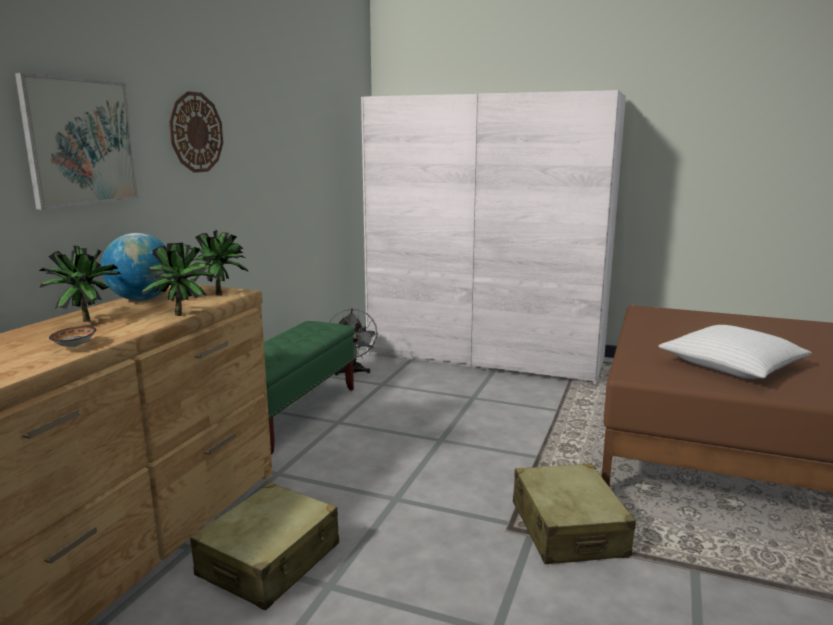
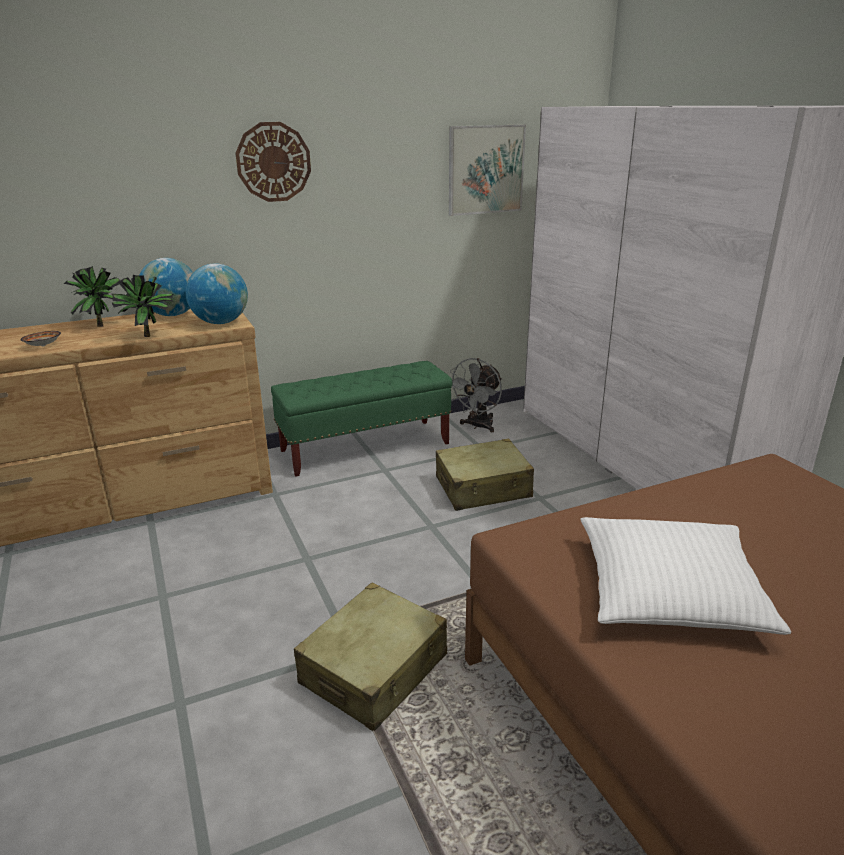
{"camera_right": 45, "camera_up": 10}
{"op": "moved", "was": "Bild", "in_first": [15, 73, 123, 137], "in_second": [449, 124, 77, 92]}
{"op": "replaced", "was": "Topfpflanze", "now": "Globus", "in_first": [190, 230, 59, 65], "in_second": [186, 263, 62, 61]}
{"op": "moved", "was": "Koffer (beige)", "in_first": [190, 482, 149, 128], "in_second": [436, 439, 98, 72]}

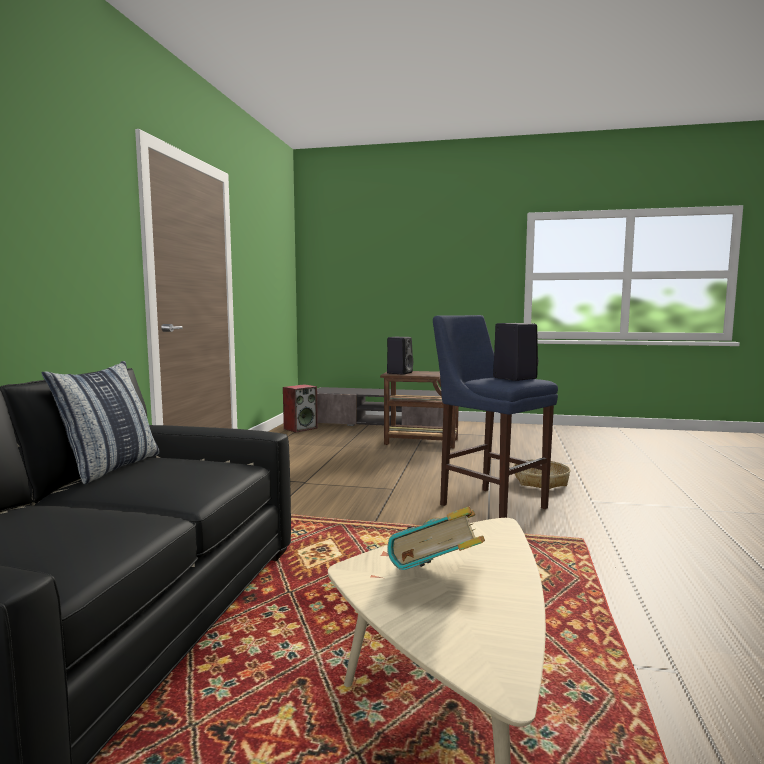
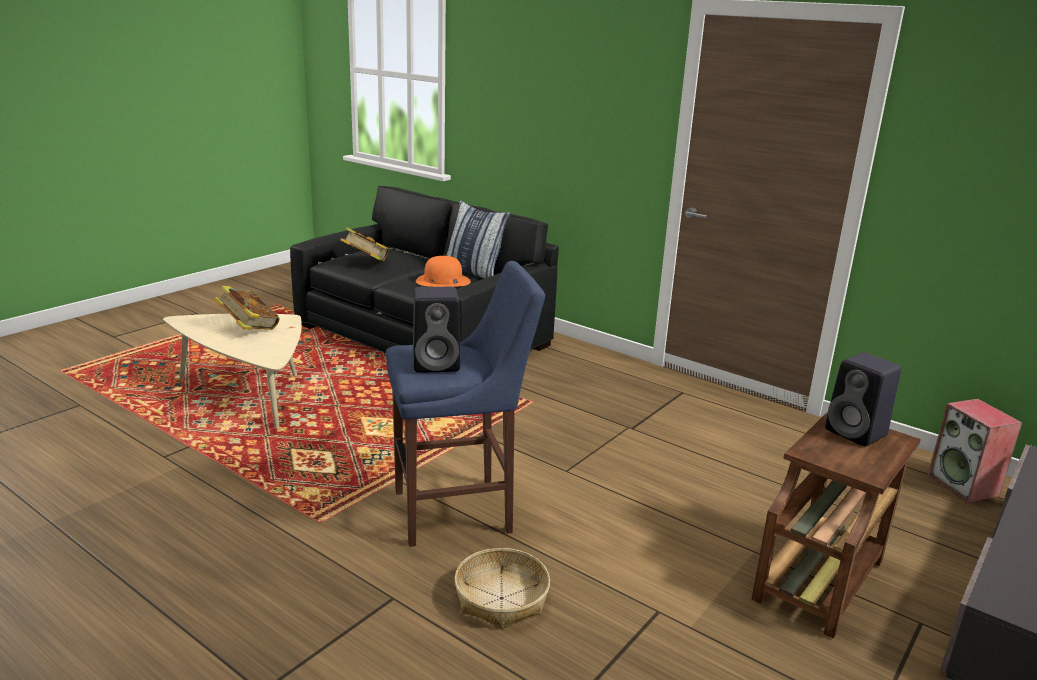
{"camera_right": 115, "camera_up": 15}
{"op": "added", "now": "Buch", "in_second": [340, 227, 49, 34]}
{"op": "added", "now": "Hut (orange)", "in_second": [416, 256, 55, 31]}

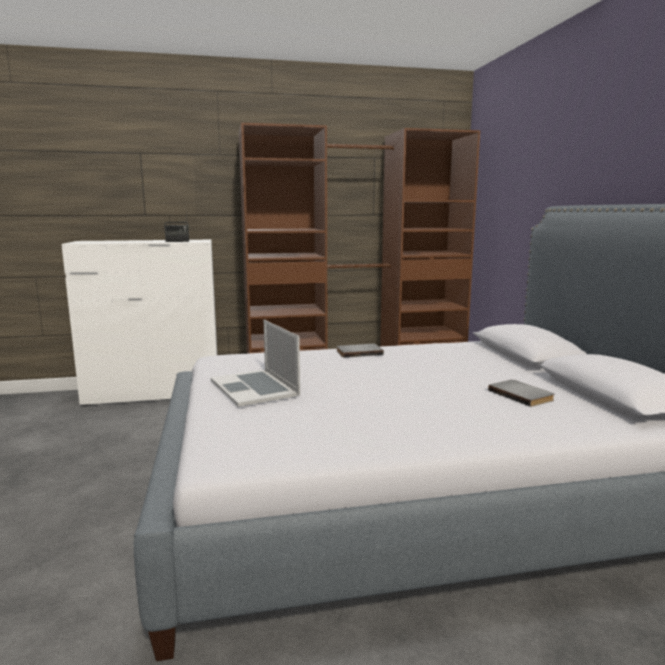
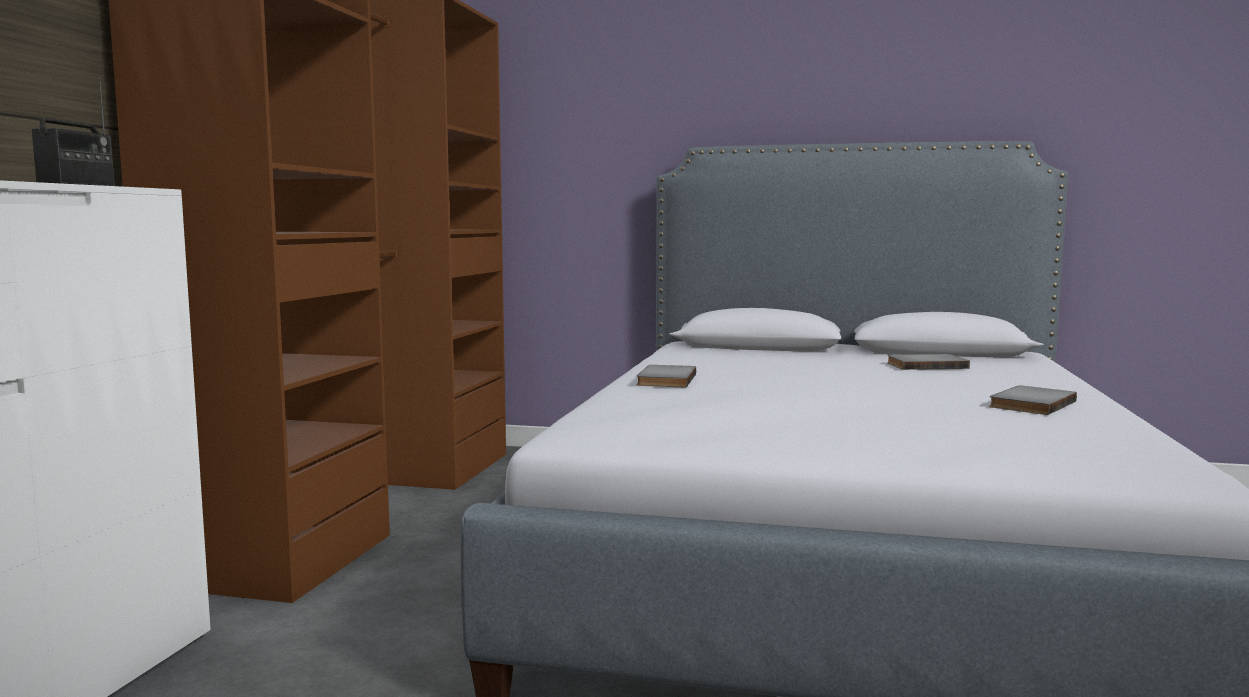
{"camera_right": -65, "camera_up": -5}
{"op": "removed", "was": "Laptop", "in_first": [211, 320, 89, 87]}
{"op": "added", "now": "Buch (grau)", "in_second": [989, 385, 88, 30]}

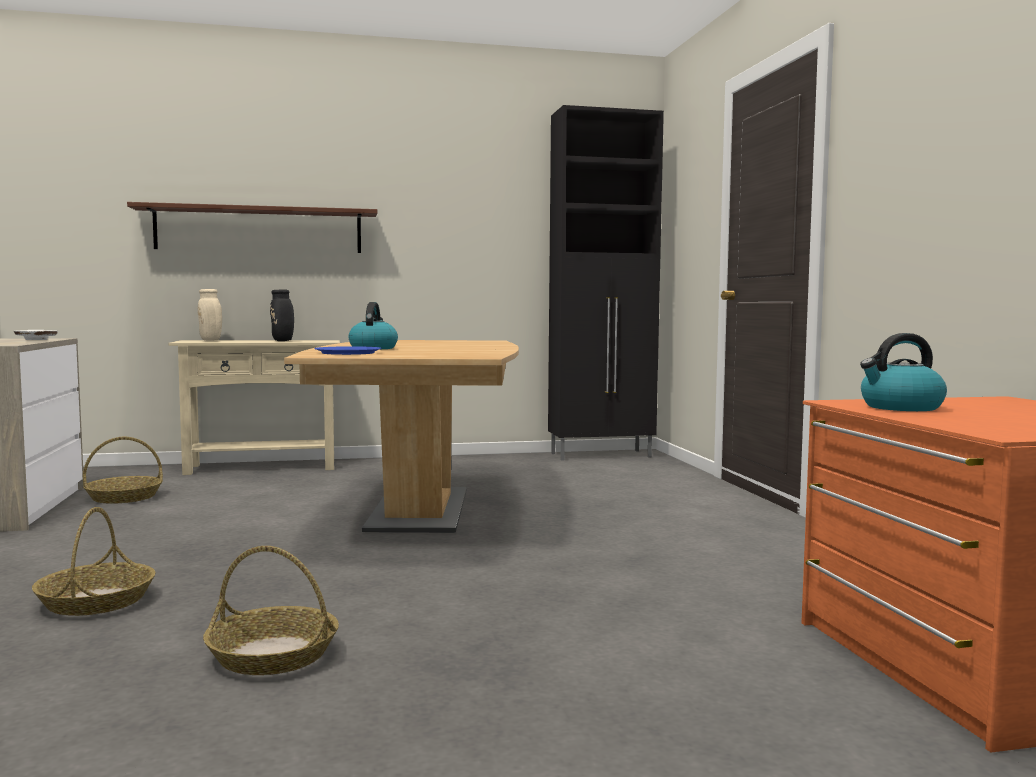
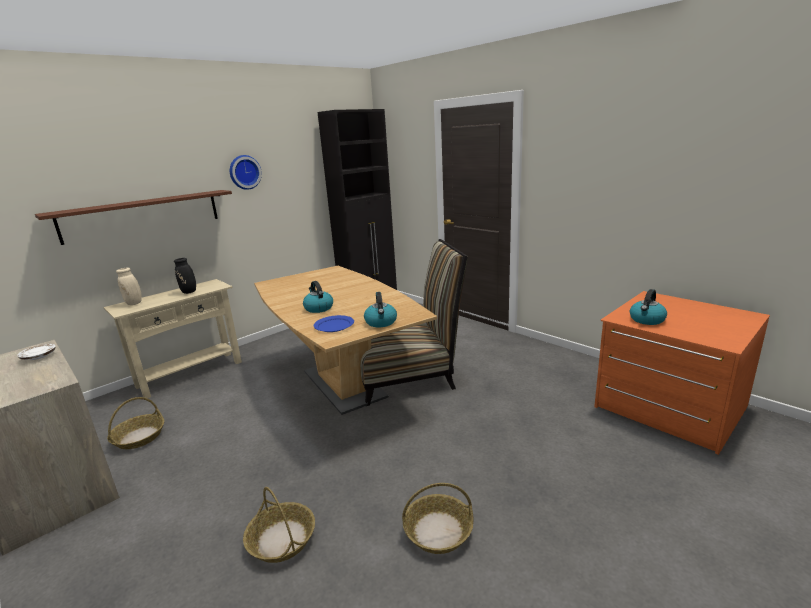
{"camera_right": -30, "camera_up": 15}
{"op": "added", "now": "Wanduhr", "in_second": [230, 155, 32, 35]}
{"op": "added", "now": "Stuhl", "in_second": [360, 239, 108, 167]}
{"op": "added", "now": "Wasserkessel", "in_second": [364, 292, 33, 35]}

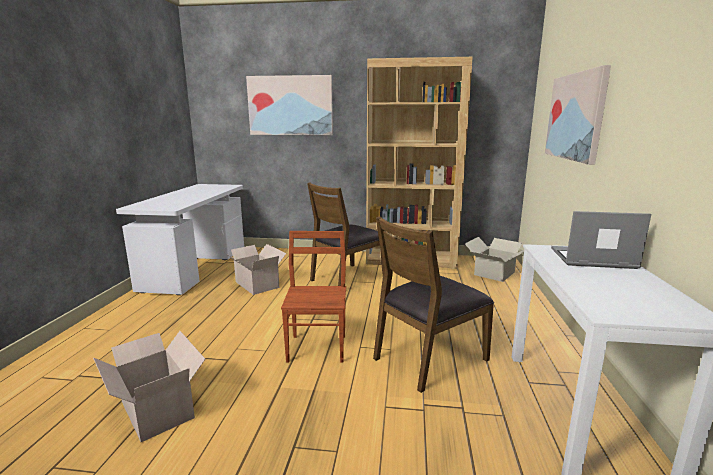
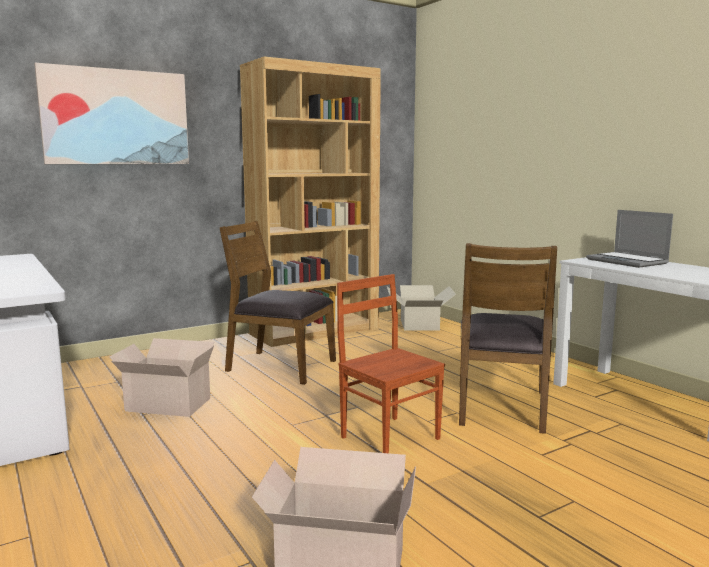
{"camera_right": -40, "camera_up": -5}
{"op": "turned", "was": "Stuhl (braun)", "in_first": [307, 182, 76, 104], "in_second": [220, 221, 116, 164], "clockwise": 105}
{"op": "removed", "was": "Bild", "in_first": [545, 65, 66, 100]}
{"op": "turned", "was": "Laptop", "in_first": [551, 211, 100, 58], "in_second": [586, 210, 87, 58], "clockwise": -90}

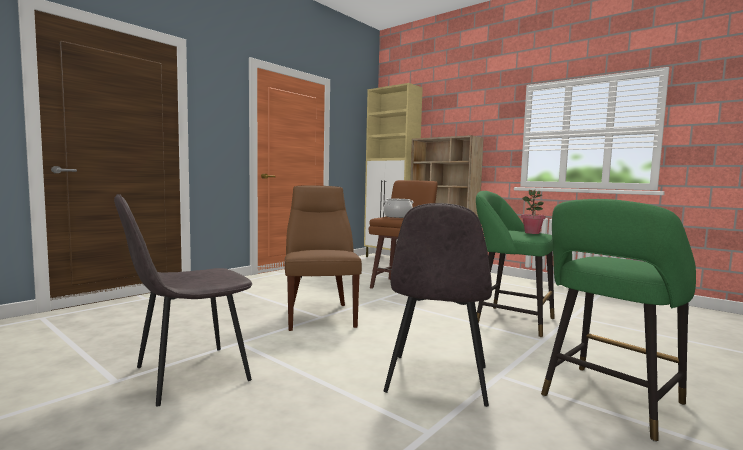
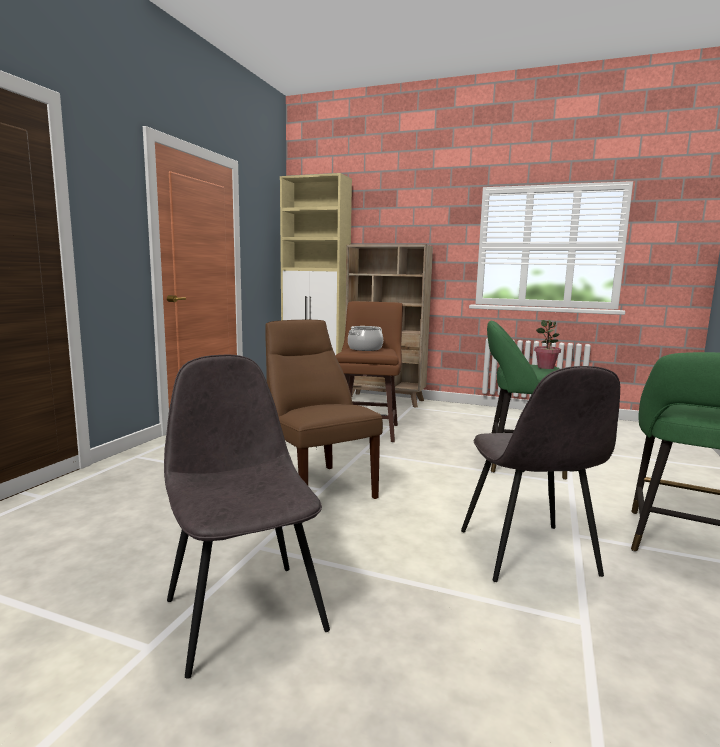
{"camera_right": -20, "camera_up": 5}
{"op": "turned", "was": "Stuhl (grau)", "in_first": [114, 194, 138, 212], "in_second": [164, 355, 166, 324], "clockwise": 120}

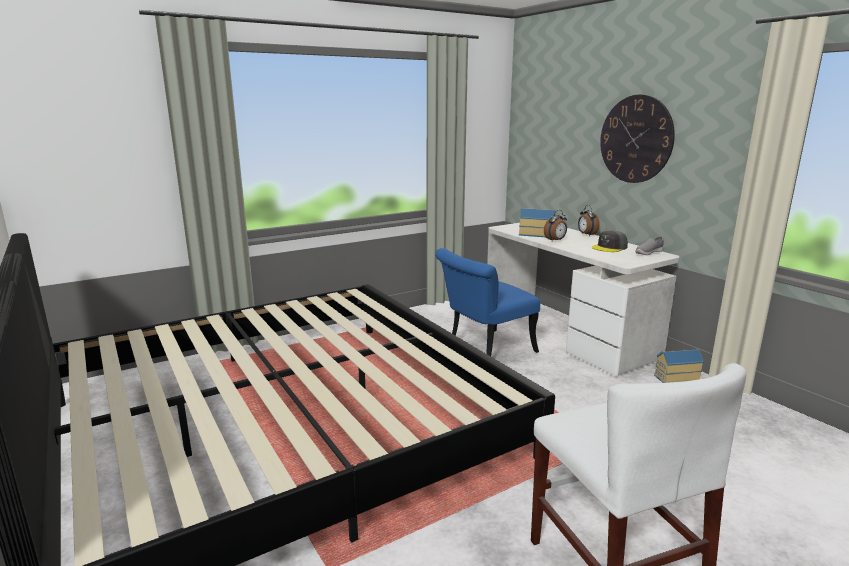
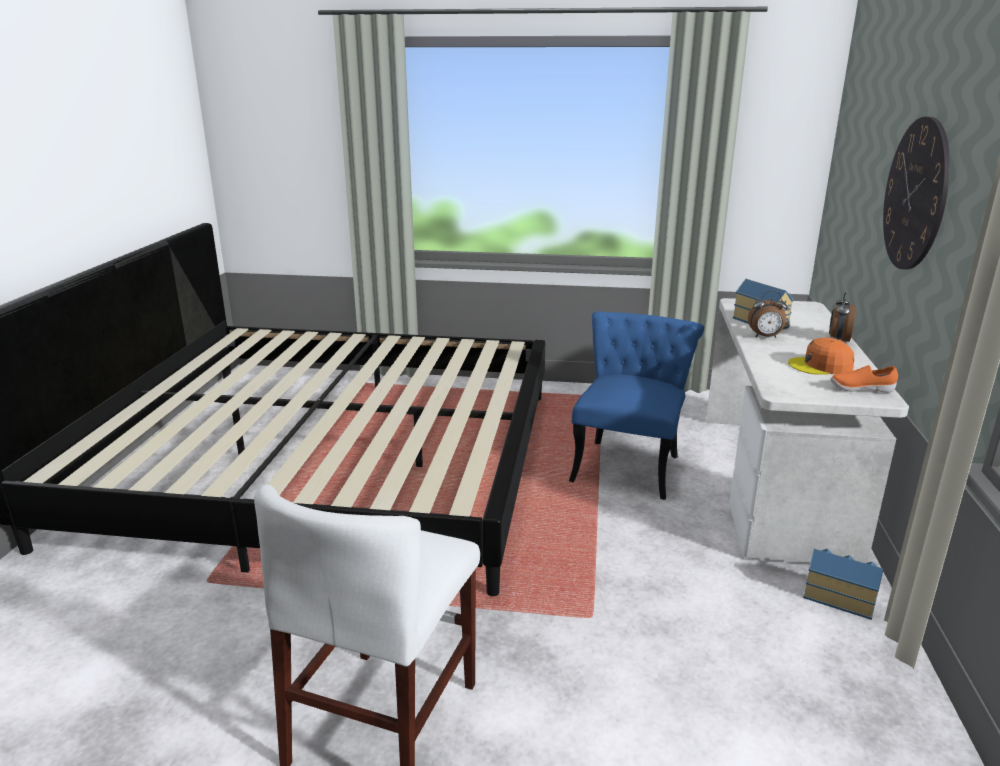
{"camera_right": 40, "camera_up": 5}
{"op": "turned", "was": "Stuhl (blau)", "in_first": [435, 248, 105, 108], "in_second": [569, 311, 135, 189], "clockwise": 105}
{"op": "recoloured", "was": "Kappe (grau)", "now": "Kappe (orange)", "in_first": [592, 230, 36, 22], "in_second": [788, 338, 67, 37]}
{"op": "recoloured", "was": "Schuh (grau)", "now": "Schuh (orange)", "in_first": [635, 236, 29, 19], "in_second": [831, 365, 67, 27]}

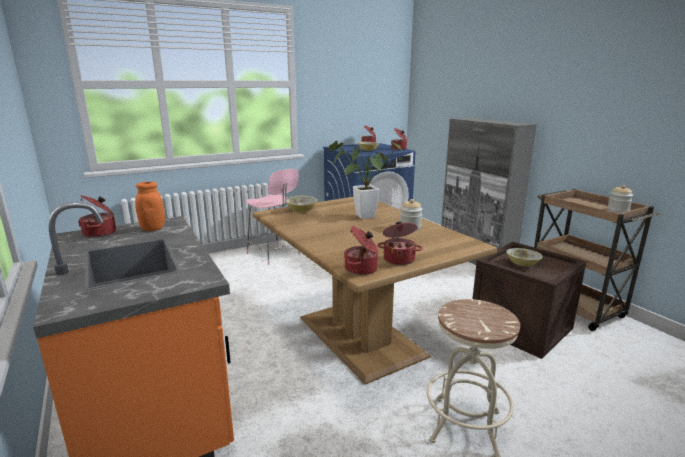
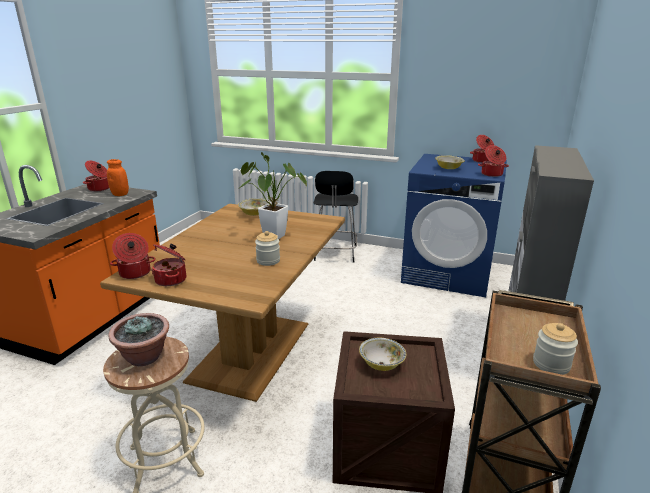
{"camera_right": 50, "camera_up": 5}
{"op": "recoloured", "was": "Stuhl (rosa)", "now": "Stuhl (schwarz)", "in_first": [246, 169, 54, 96], "in_second": [314, 171, 44, 92]}
{"op": "added", "now": "Topfpflanze", "in_second": [108, 313, 61, 53]}

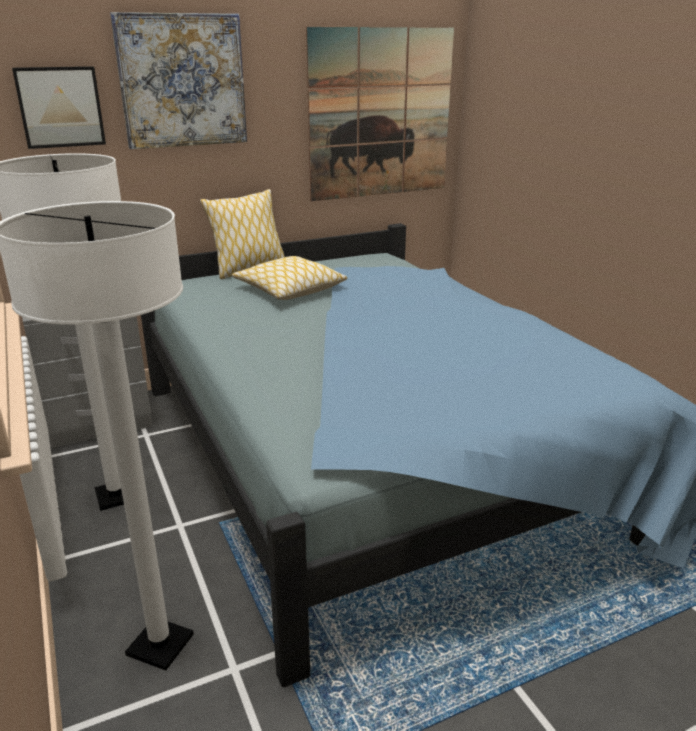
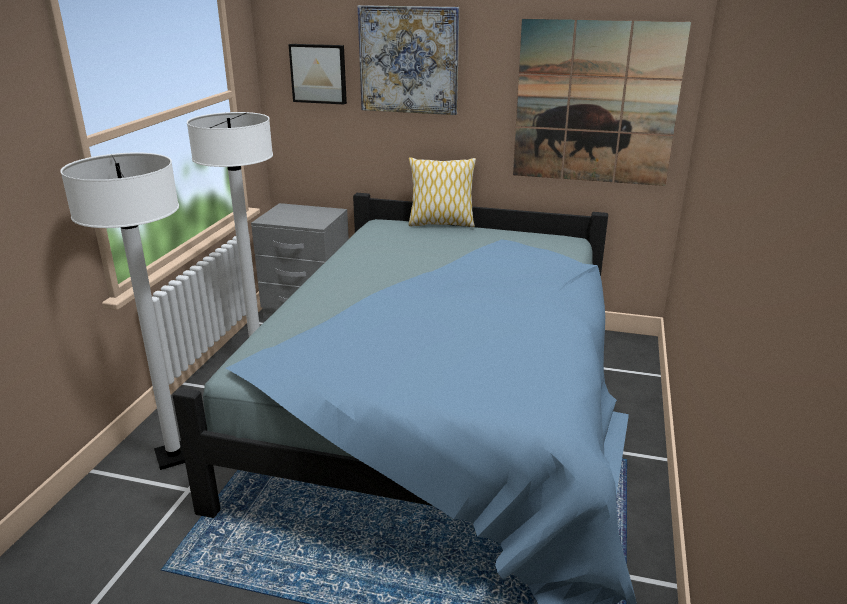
{"camera_right": 40, "camera_up": 0}
{"op": "removed", "was": "Kissen", "in_first": [232, 256, 115, 44]}

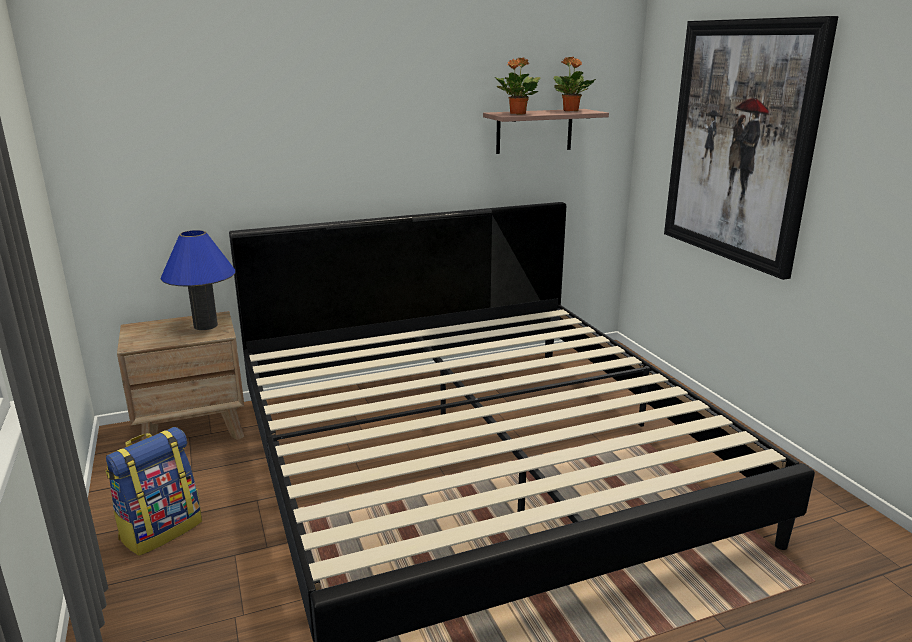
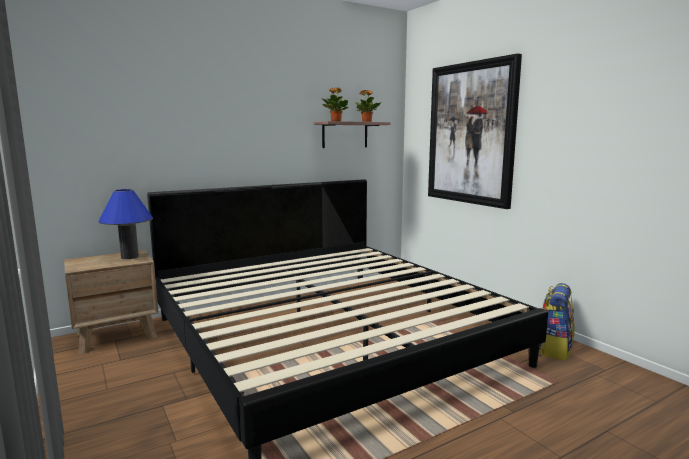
{"camera_right": -10, "camera_up": -10}
{"op": "moved", "was": "Rucksack", "in_first": [106, 427, 96, 129], "in_second": [539, 283, 36, 78]}

